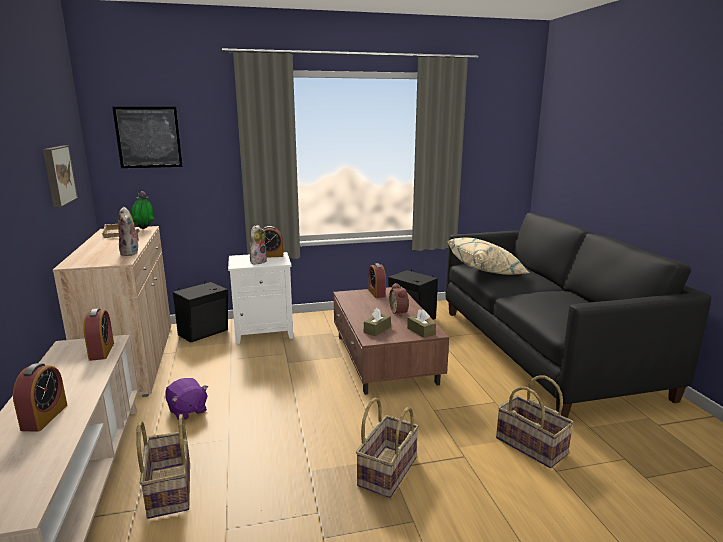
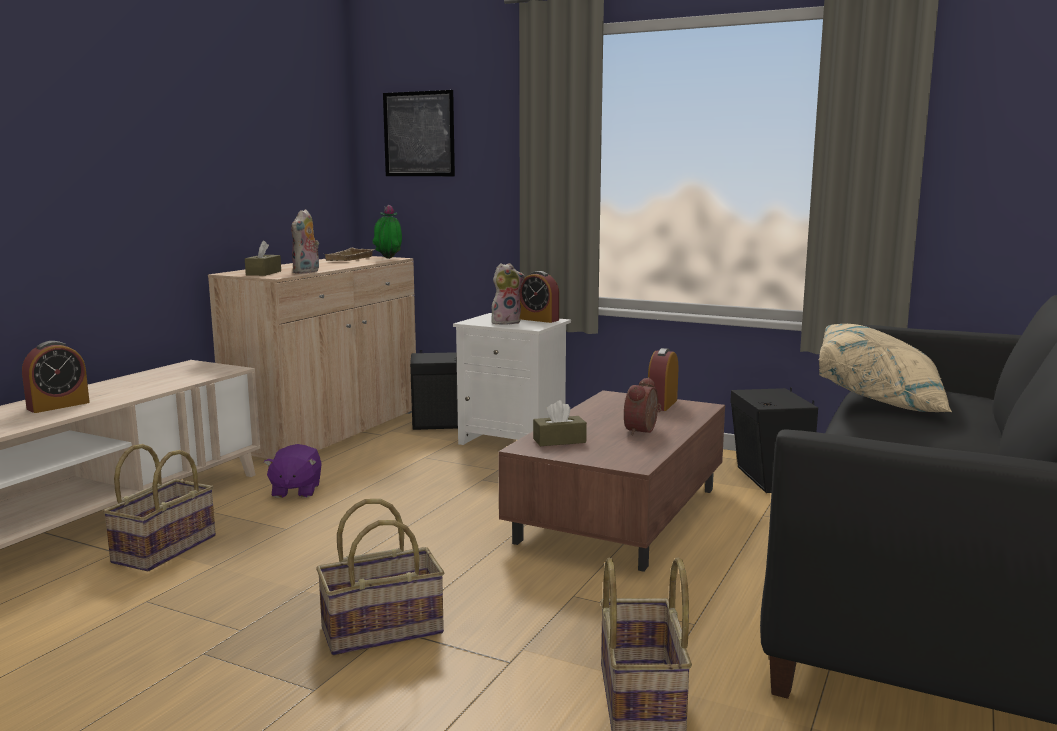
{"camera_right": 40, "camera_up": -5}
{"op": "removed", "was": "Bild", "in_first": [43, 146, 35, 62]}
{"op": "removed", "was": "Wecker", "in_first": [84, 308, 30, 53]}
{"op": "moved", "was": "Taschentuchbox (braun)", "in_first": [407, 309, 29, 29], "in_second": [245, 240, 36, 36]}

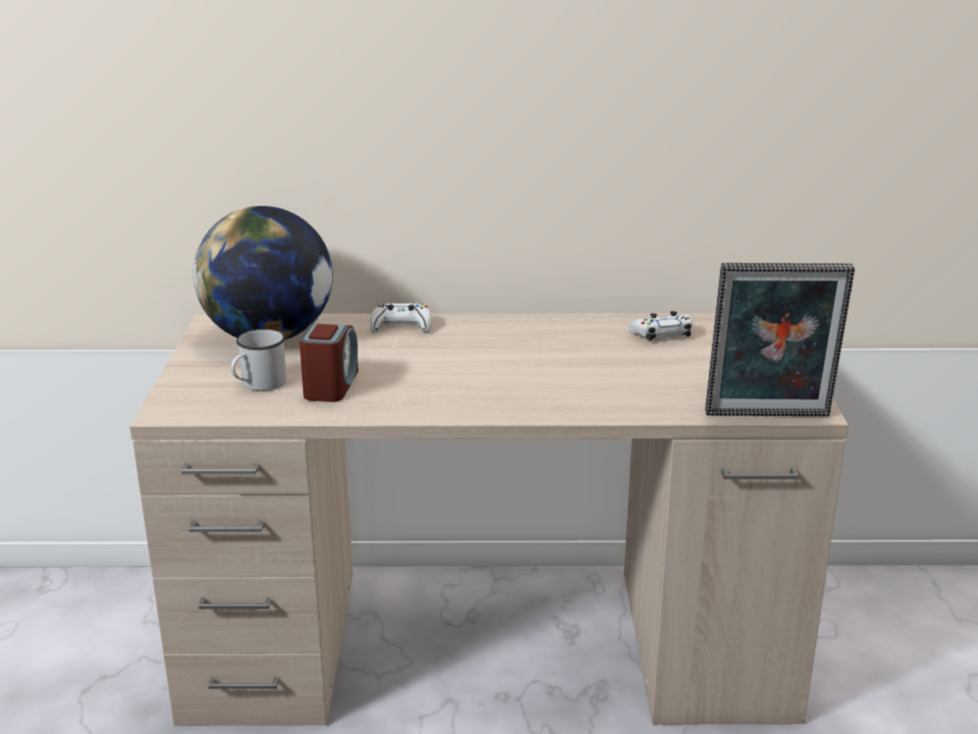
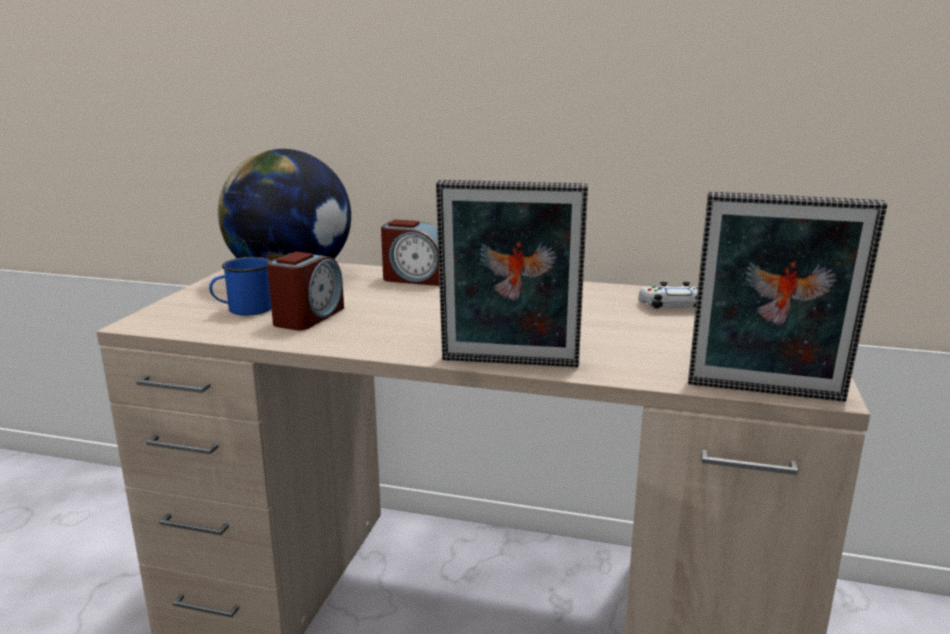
{"camera_right": 15, "camera_up": -5}
{"op": "recoloured", "was": "Henkelbecher (weiß)", "now": "Henkelbecher (blau)", "in_first": [231, 329, 56, 62], "in_second": [209, 257, 63, 58]}
{"op": "replaced", "was": "Gamepad (weiß)", "now": "Wecker", "in_first": [370, 303, 62, 30], "in_second": [381, 219, 58, 67]}
{"op": "added", "now": "Bilderrahmen", "in_second": [436, 180, 152, 187]}

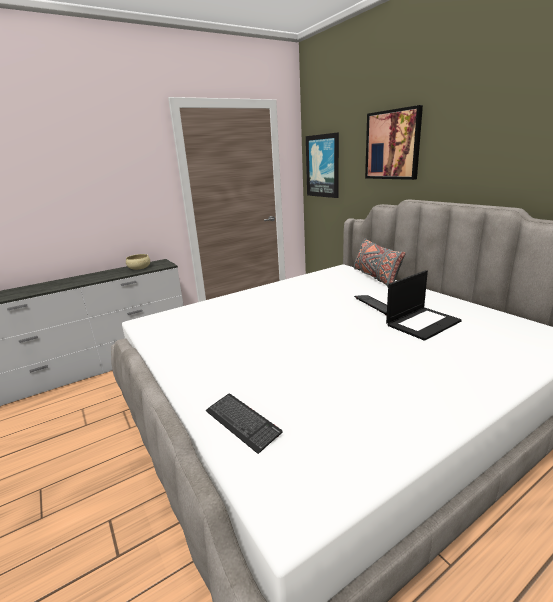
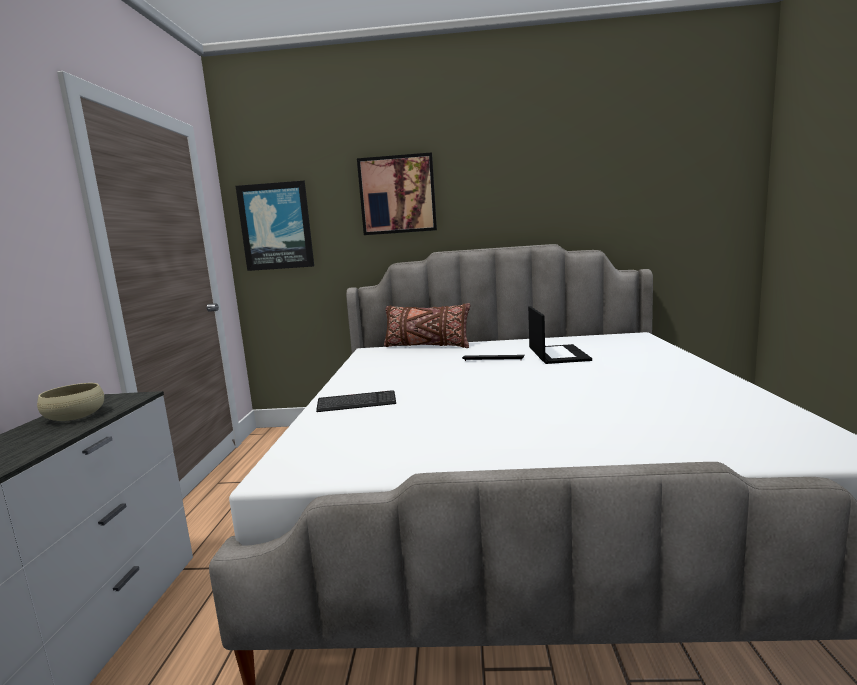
{"camera_right": -55, "camera_up": -10}
{"op": "moved", "was": "Tastatur", "in_first": [206, 394, 77, 60], "in_second": [316, 390, 80, 22]}
{"op": "recoloured", "was": "Kissen (grau)", "now": "Kissen (braun)", "in_first": [354, 238, 52, 49], "in_second": [384, 303, 86, 45]}

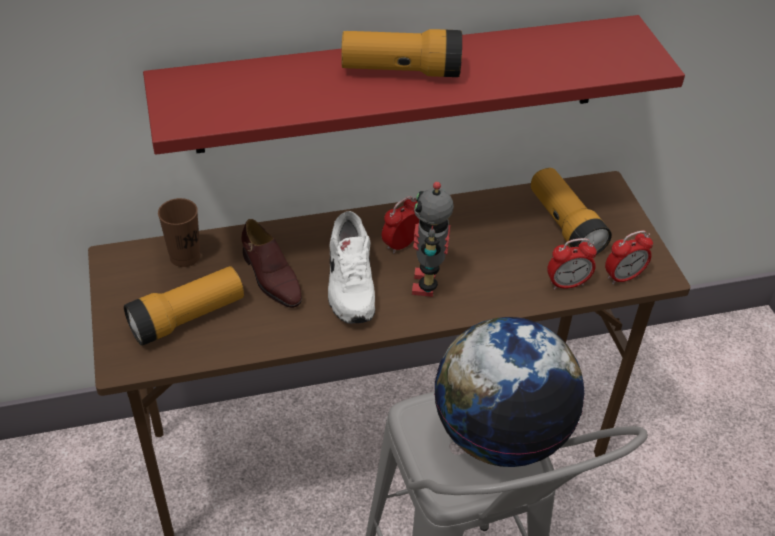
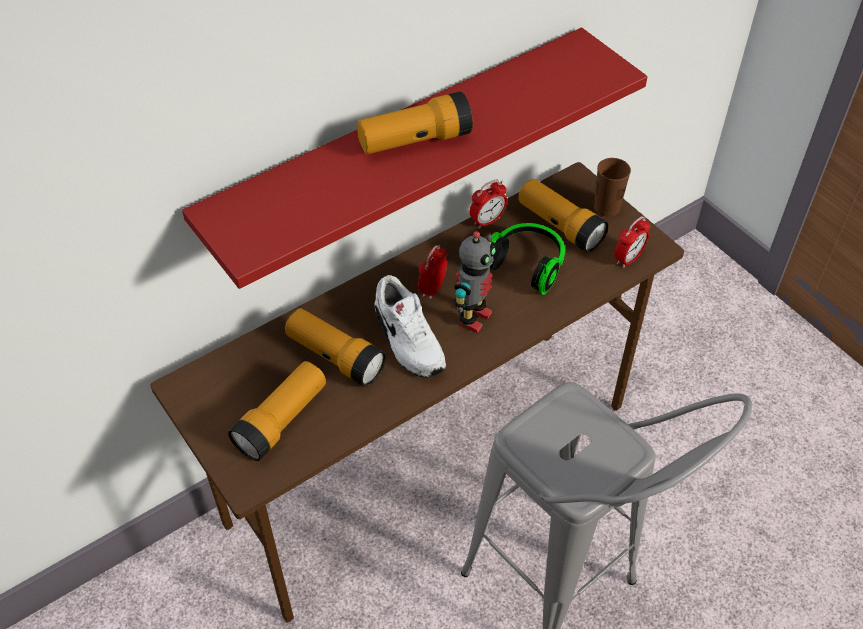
{"camera_right": -20, "camera_up": 5}
{"op": "moved", "was": "Tasse (braun)", "in_first": [158, 198, 42, 69], "in_second": [594, 158, 37, 59]}
{"op": "replaced", "was": "Schuh (braun)", "now": "Taschenlampe", "in_first": [241, 219, 61, 89], "in_second": [285, 308, 101, 79]}
{"op": "turned", "was": "Spielzeugroboter", "in_first": [412, 182, 42, 115], "in_second": [454, 231, 42, 103], "clockwise": -135}
{"op": "removed", "was": "Globus", "in_first": [434, 317, 151, 150]}
{"op": "moved", "was": "Wecker", "in_first": [547, 238, 50, 52], "in_second": [470, 180, 37, 49]}
{"op": "added", "now": "Kopfhörer", "in_second": [490, 223, 75, 72]}

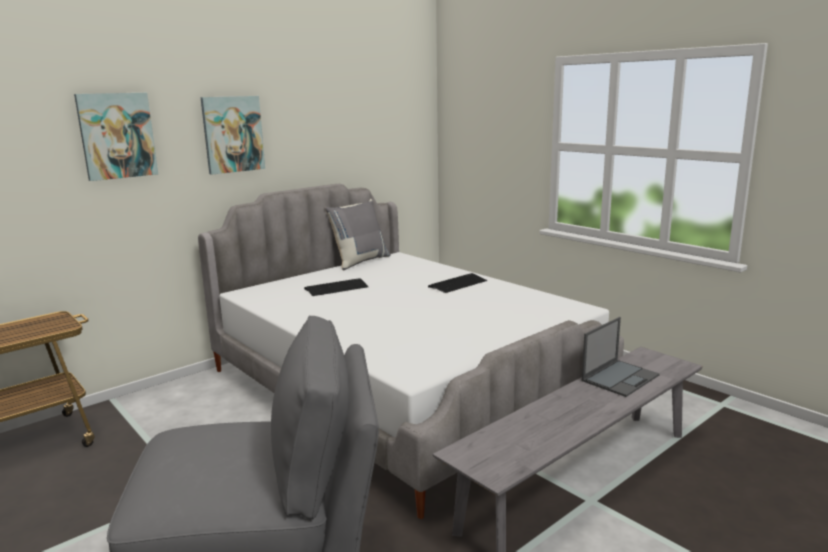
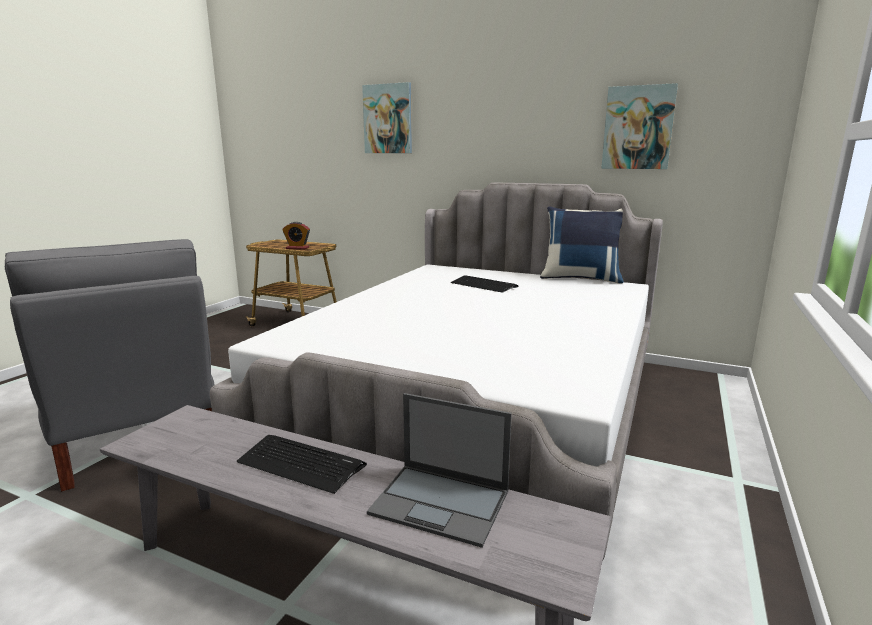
{"camera_right": 65, "camera_up": 0}
{"op": "moved", "was": "Bild", "in_first": [201, 96, 64, 79], "in_second": [601, 83, 77, 86]}
{"op": "recoloured", "was": "Kissen (grau)", "now": "Kissen (blau)", "in_first": [325, 199, 66, 71], "in_second": [540, 207, 84, 77]}
{"op": "moved", "was": "Tastatur", "in_first": [428, 273, 59, 20], "in_second": [237, 435, 130, 59]}
{"op": "added", "now": "Wecker", "in_second": [282, 222, 28, 27]}

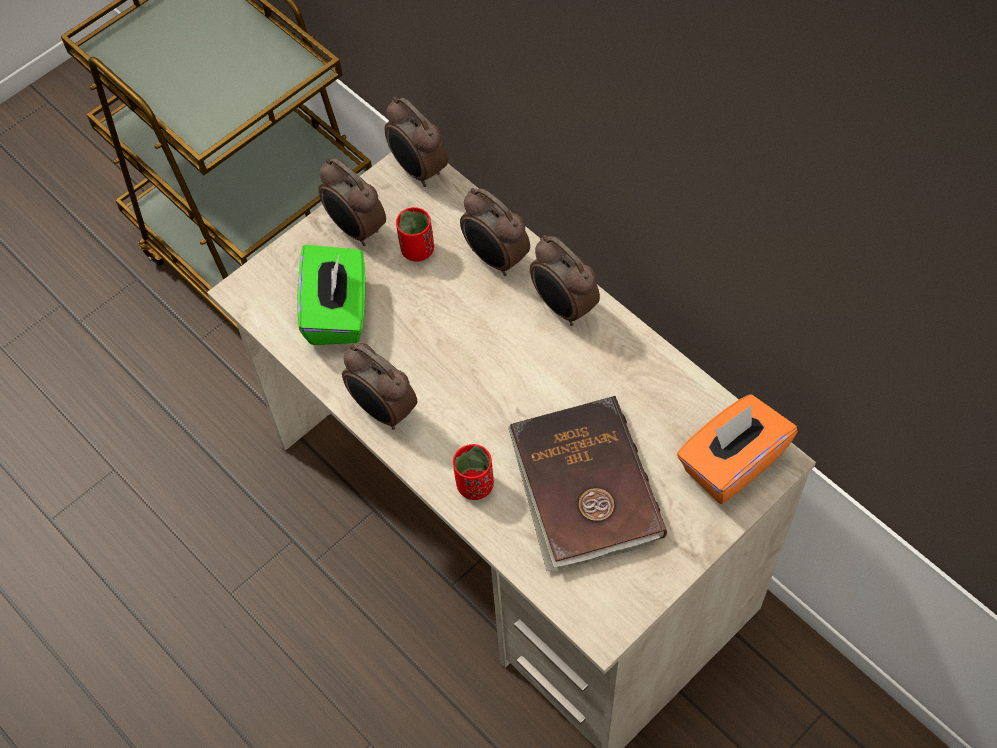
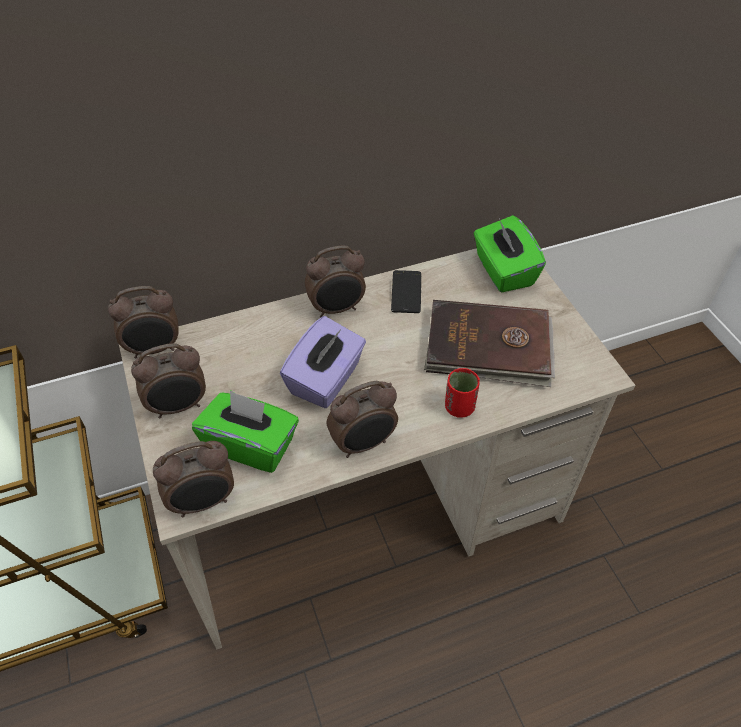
{"camera_right": -70, "camera_up": -10}
{"op": "removed", "was": "Tasse (rot)", "in_first": [396, 207, 38, 54]}
{"op": "moved", "was": "Wecker", "in_first": [460, 188, 70, 88], "in_second": [153, 441, 81, 76]}
{"op": "recoloured", "was": "Taschentuchbox (orange)", "now": "Taschentuchbox (grün)", "in_first": [677, 394, 121, 110], "in_second": [474, 215, 72, 78]}
{"op": "added", "now": "Taschentuchbox (lila)", "in_second": [280, 316, 86, 92]}
{"op": "added", "now": "Handy", "in_second": [391, 270, 30, 43]}

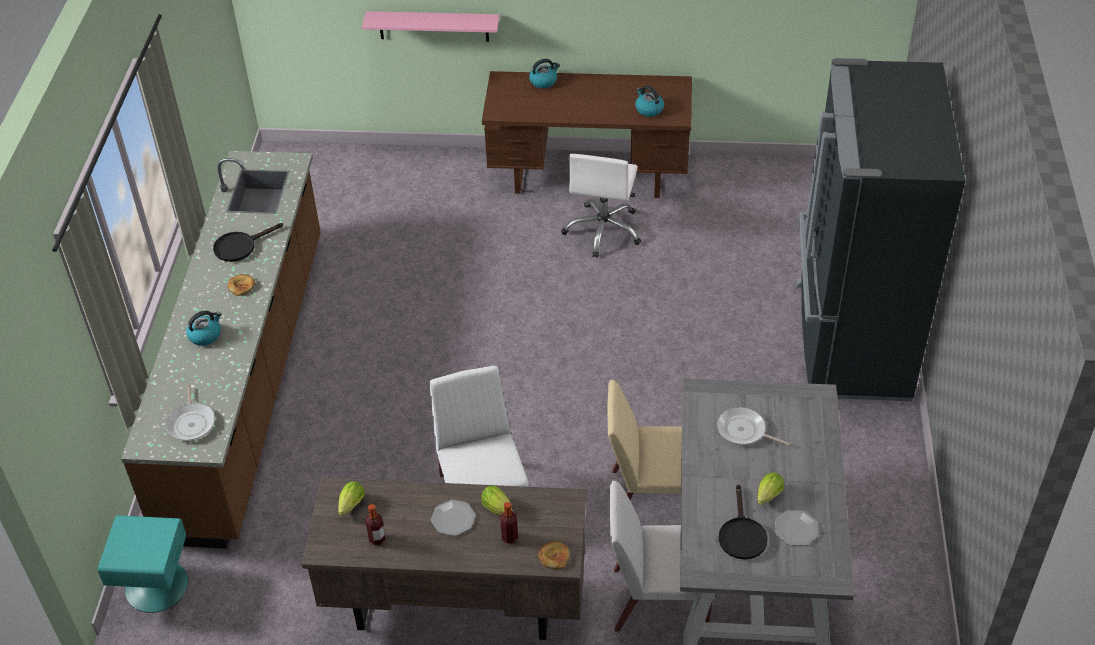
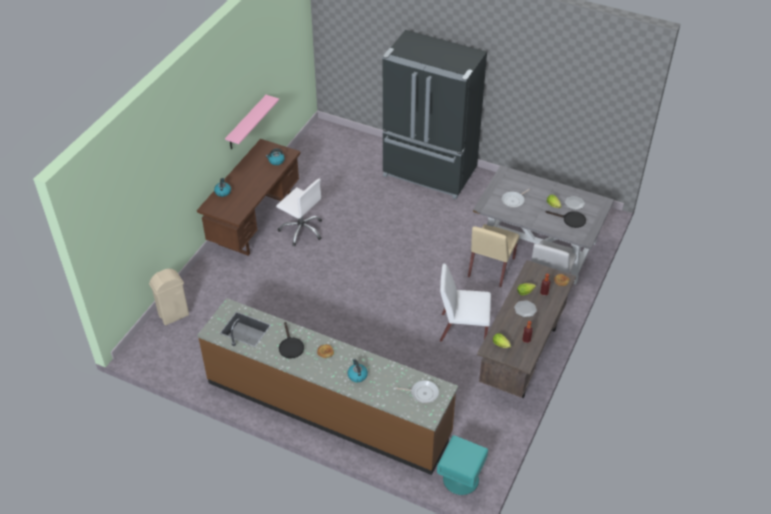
{"camera_right": -70, "camera_up": 0}
{"op": "moved", "was": "Wandregal (rosa)", "in_first": [362, 11, 138, 31], "in_second": [225, 95, 54, 54]}
{"op": "added", "now": "Mülleimer (beige)", "in_second": [149, 269, 40, 56]}

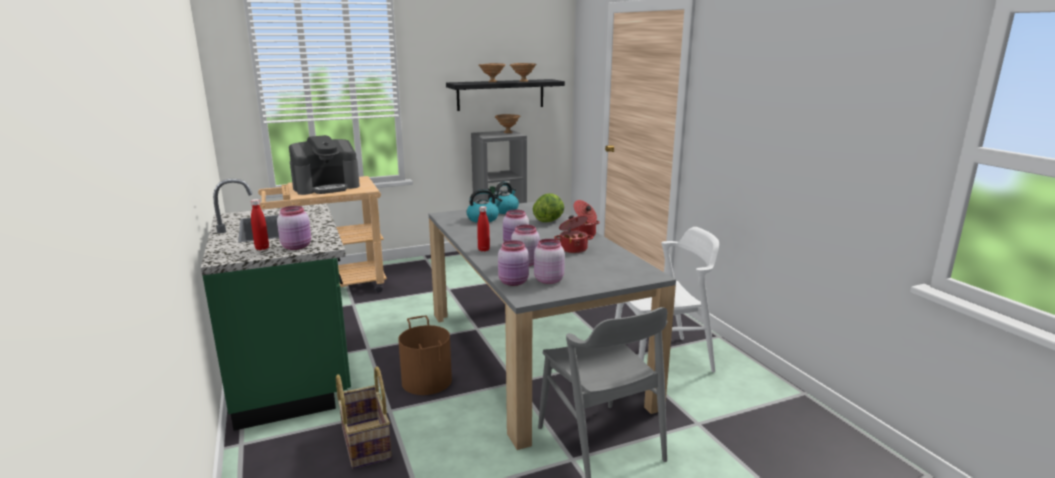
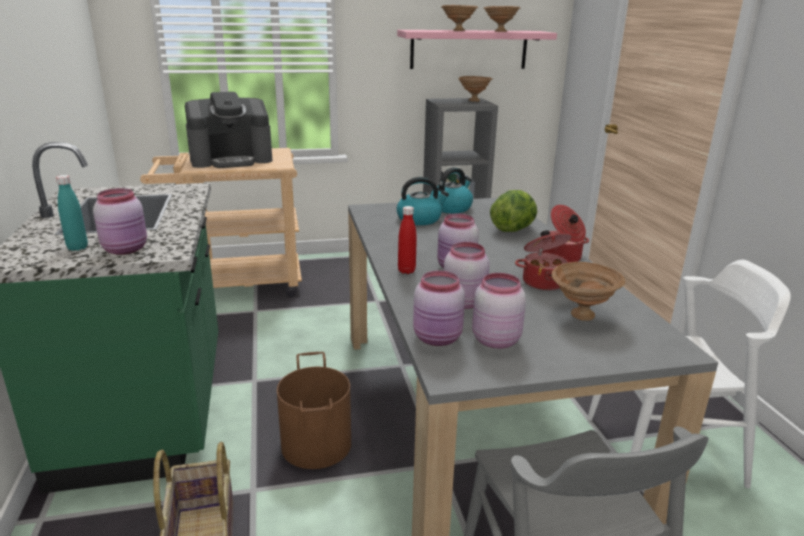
{"camera_right": 10, "camera_up": 5}
{"op": "recoloured", "was": "Flasche (rot)", "now": "Flasche (türkis)", "in_first": [251, 199, 18, 51], "in_second": [56, 175, 32, 76]}
{"op": "recoloured", "was": "Wandregal (schwarz)", "now": "Wandregal (rosa)", "in_first": [446, 79, 119, 32], "in_second": [397, 30, 160, 39]}
{"op": "added", "now": "Schüssel (braun)", "in_second": [552, 262, 73, 59]}

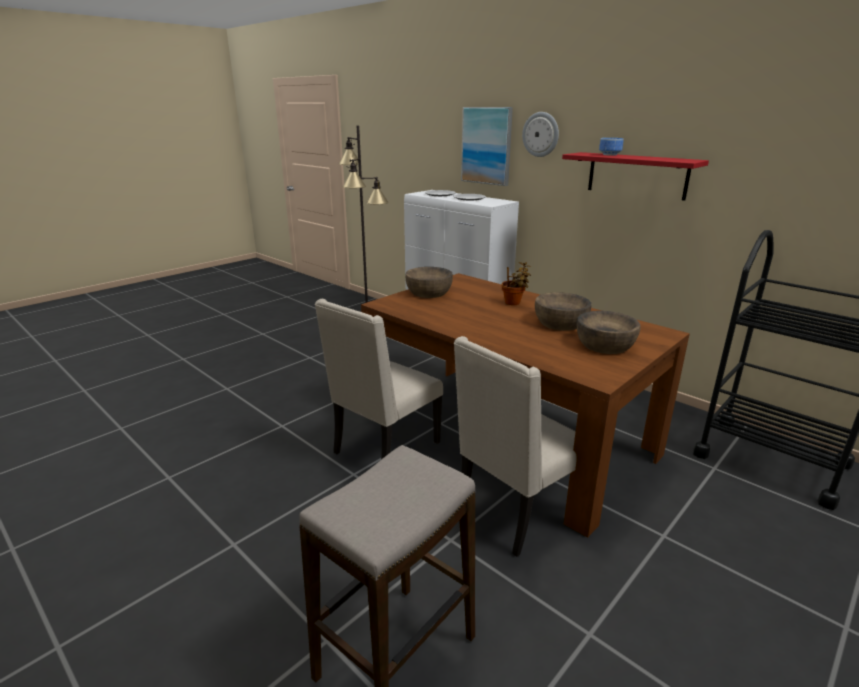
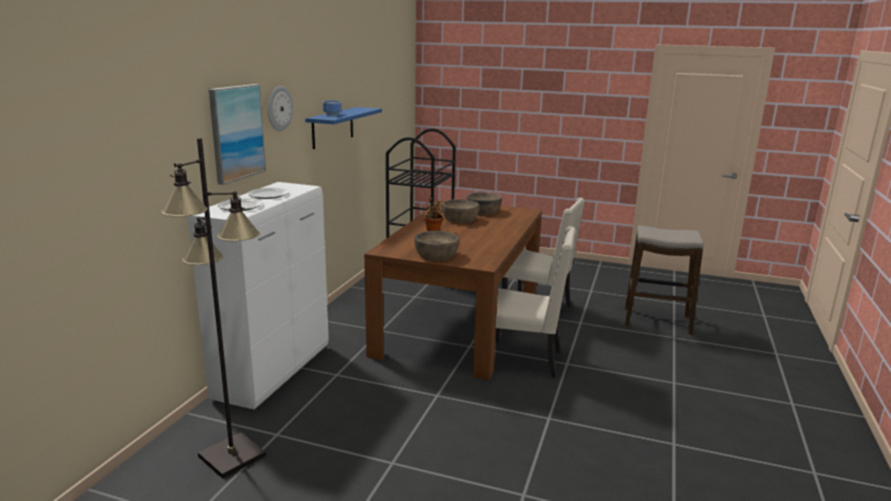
{"camera_right": -115, "camera_up": -5}
{"op": "recoloured", "was": "Wandregal (rot)", "now": "Wandregal (blau)", "in_first": [562, 152, 147, 49], "in_second": [305, 107, 77, 42]}

